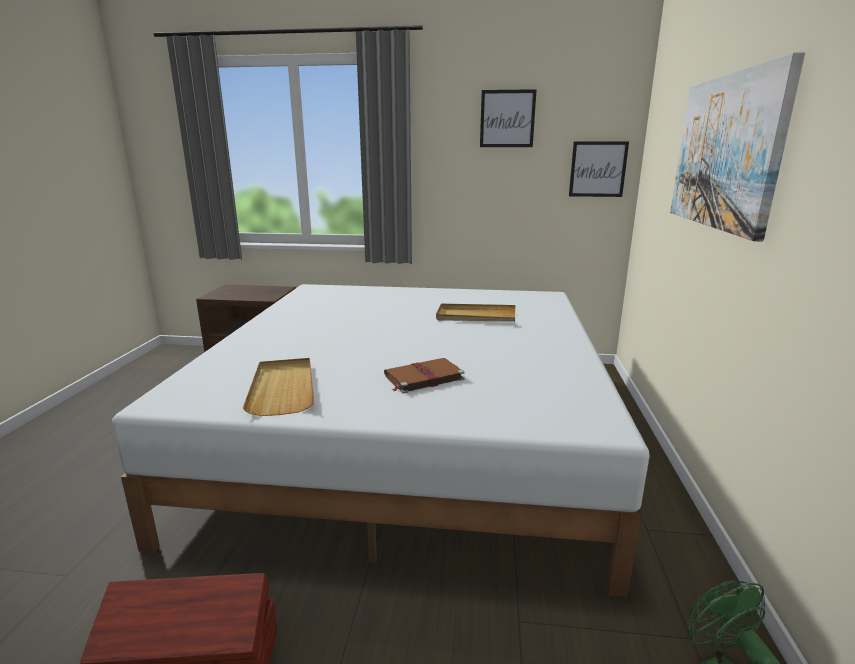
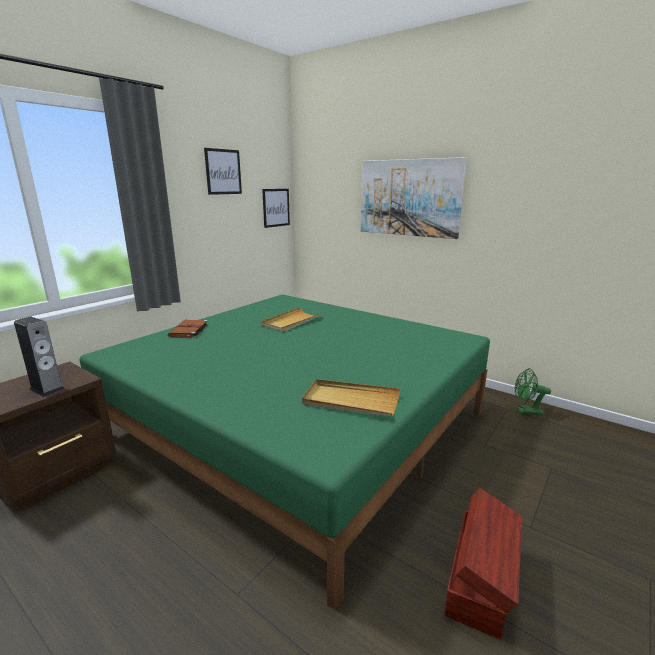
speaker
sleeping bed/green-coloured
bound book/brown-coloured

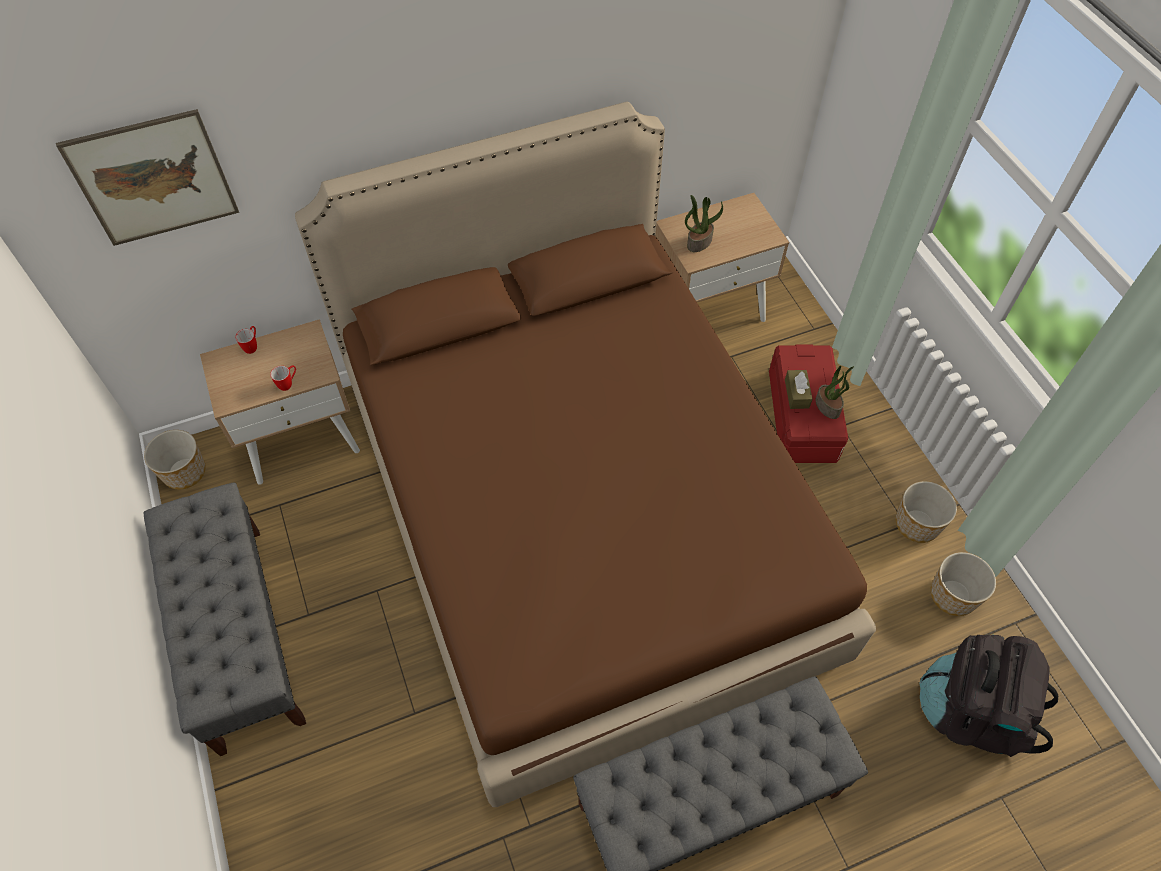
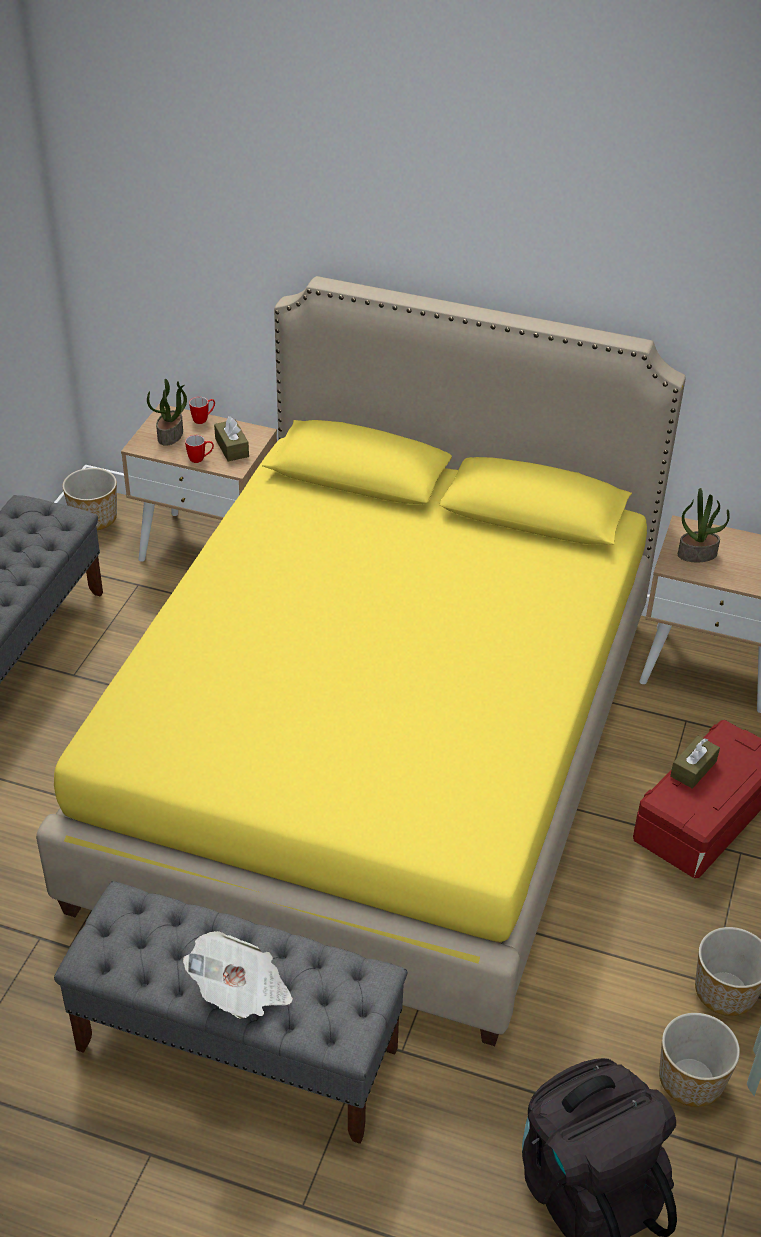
sleeping bed/yellowish
plant in a pot (1st from left)
daily paper
box of tissues/brown-coloured (1st from left)
wall art

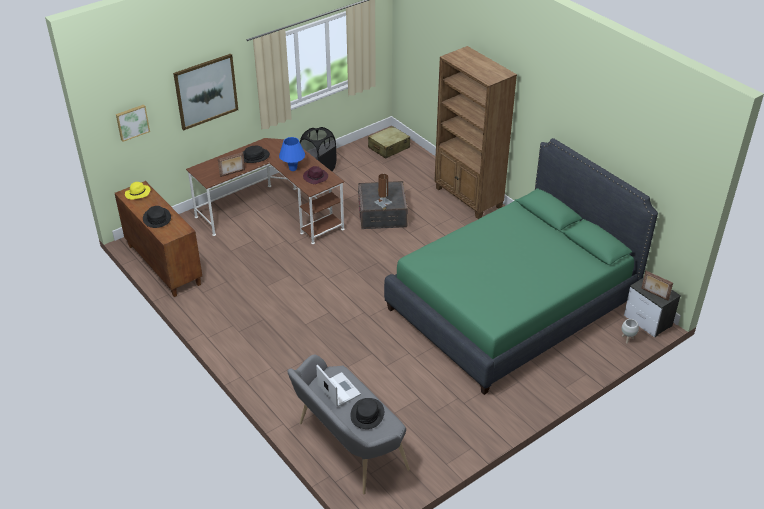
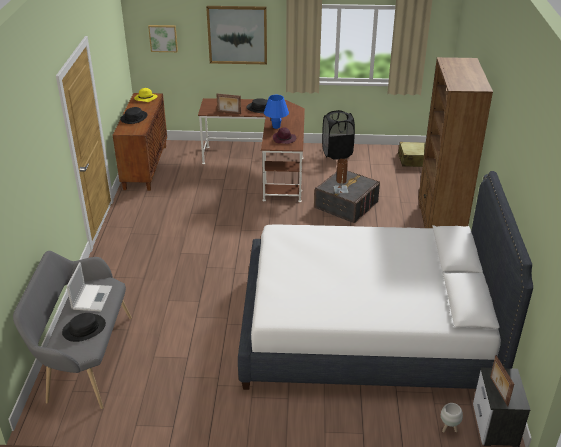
sleeping bed/whitish

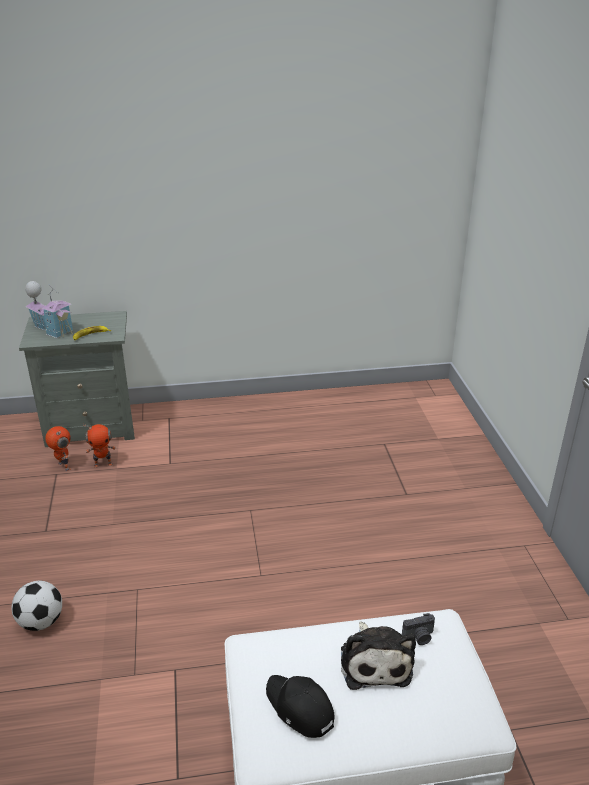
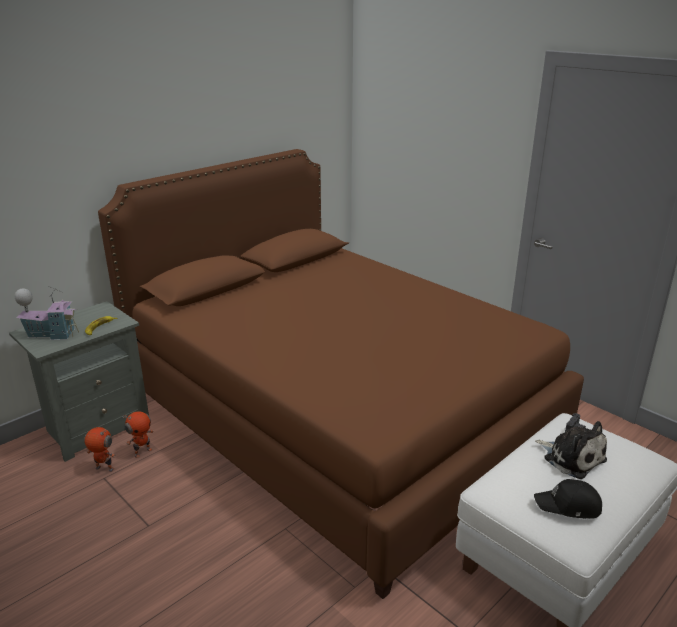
sleeping bed/brown-coloured
football ball

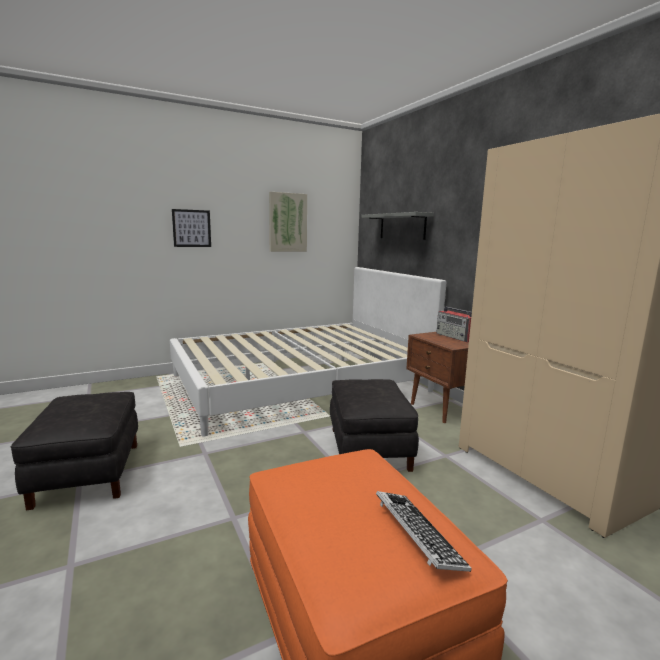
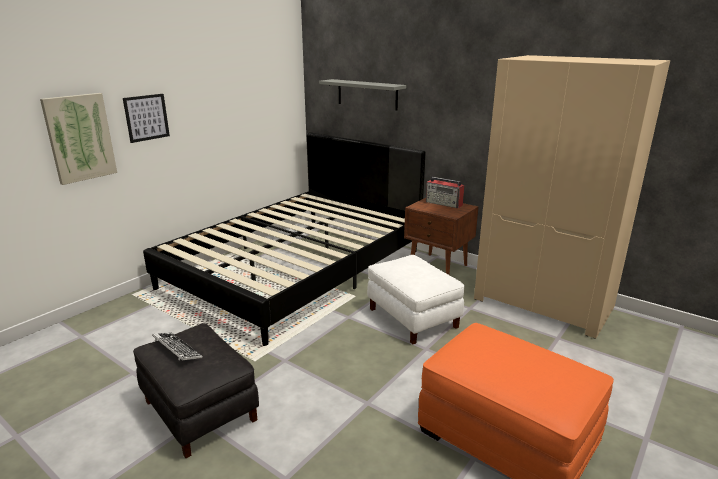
wall art (1st from left)
sleeping bed/black
PC keyboard
ottoman/whitish

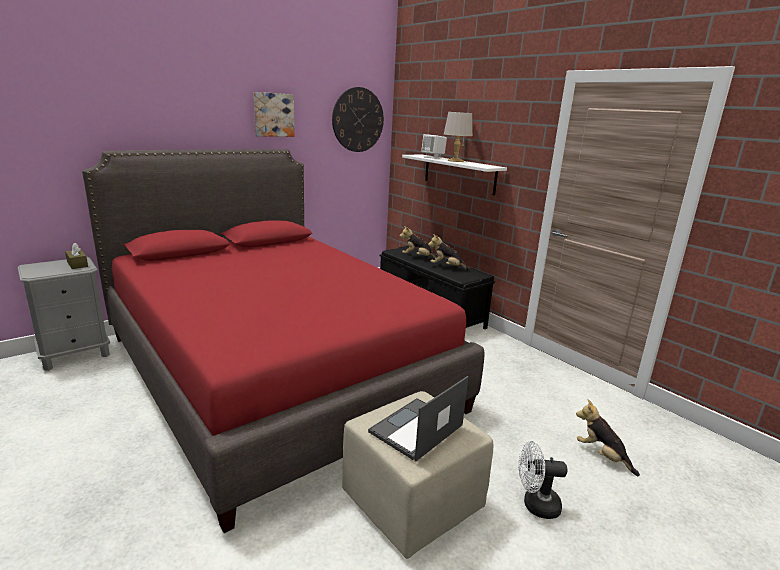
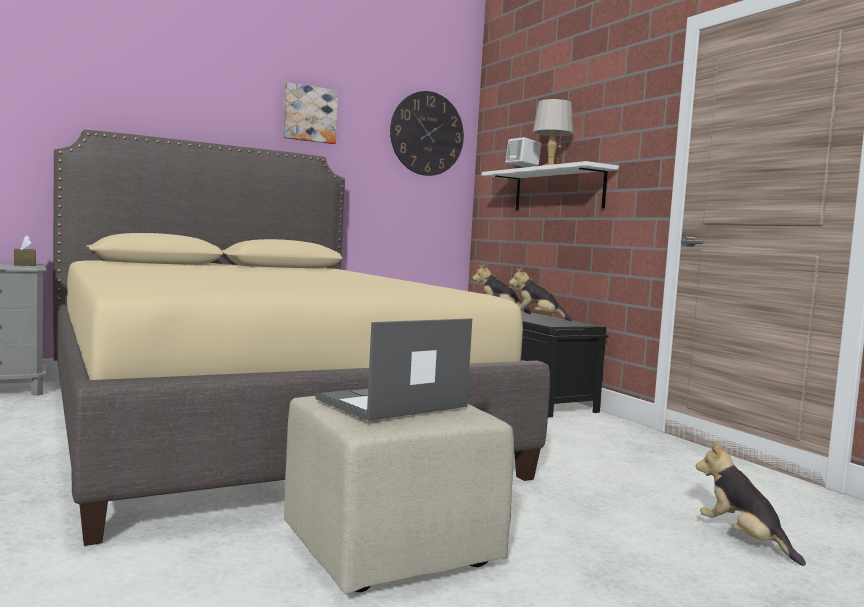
sleeping bed/sand-coloured
electric fan/whitish

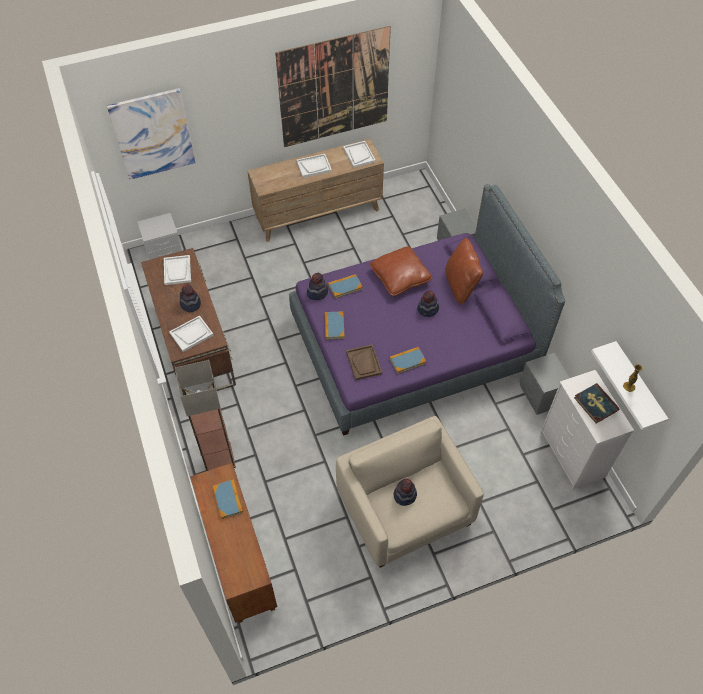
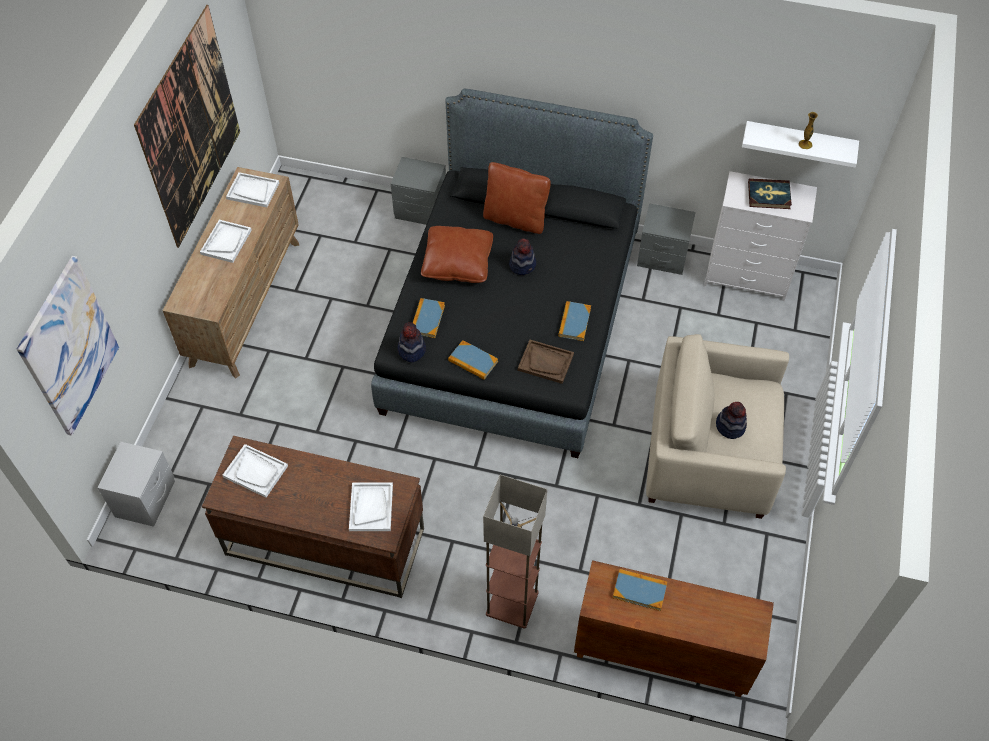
sleeping bed/black
hat (1st from left in the first image)

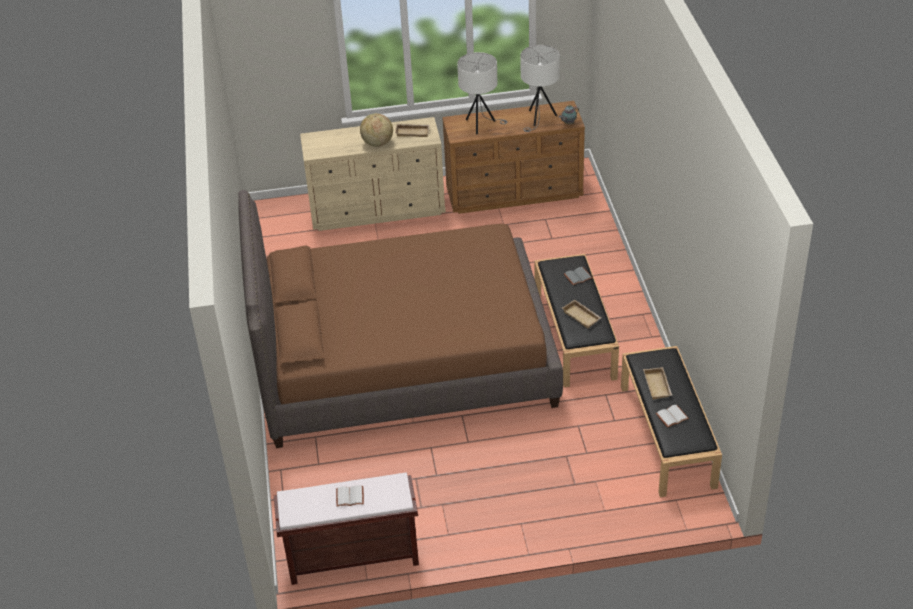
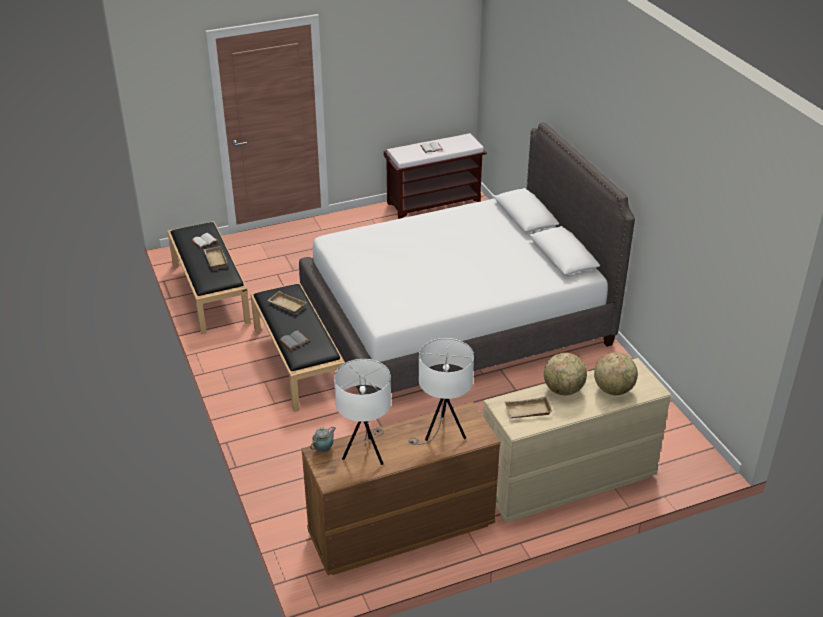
sleeping bed/whitish
world globe (2nd from left)

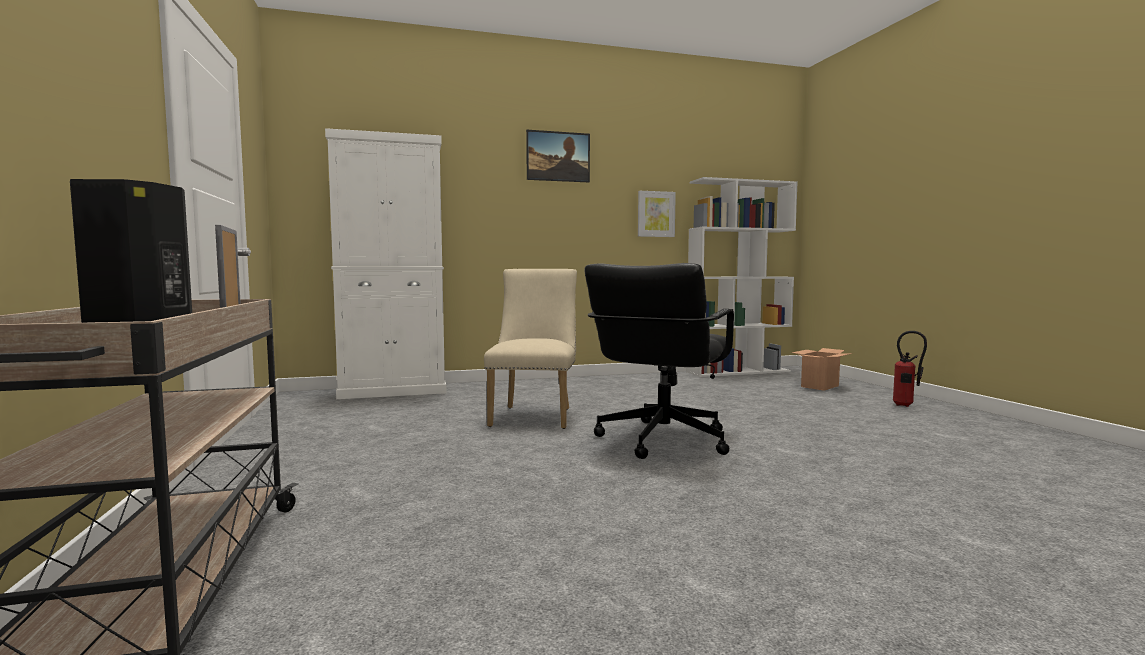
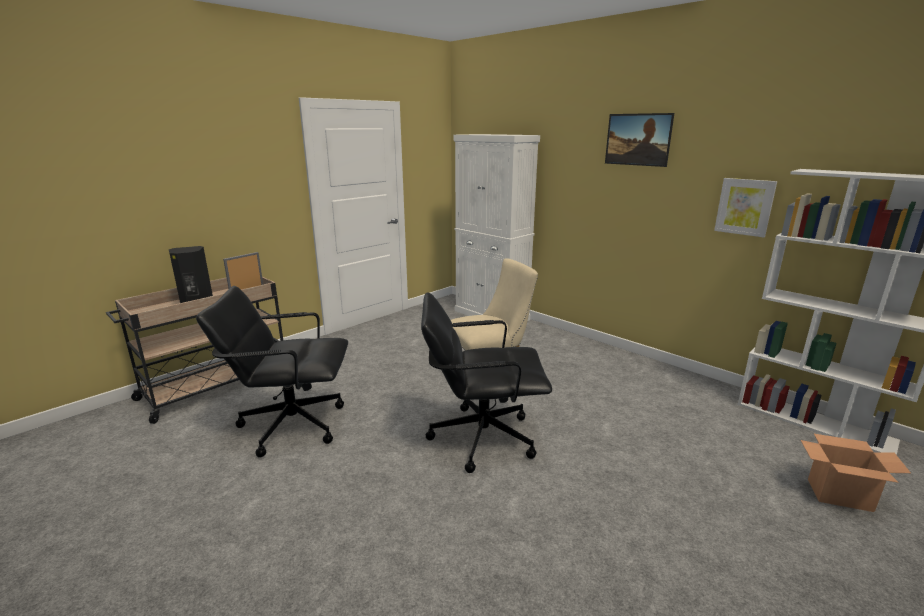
office chair/black (1st from left)
fire-fighting cylinder

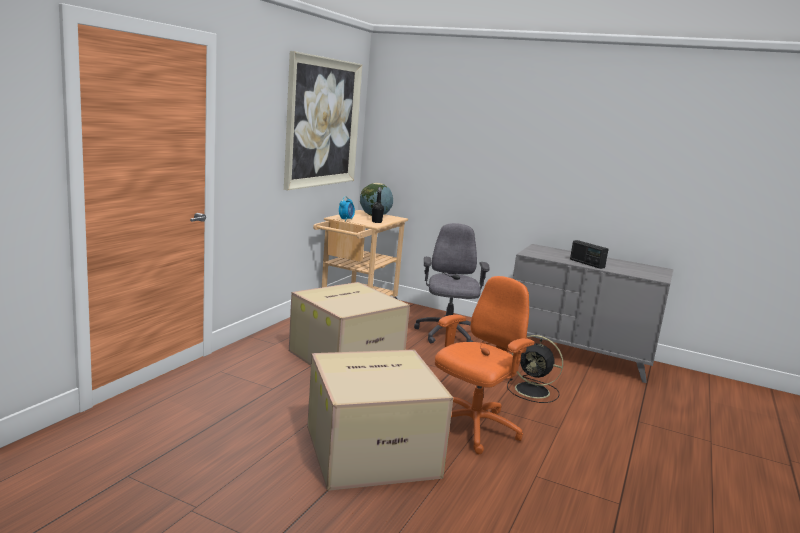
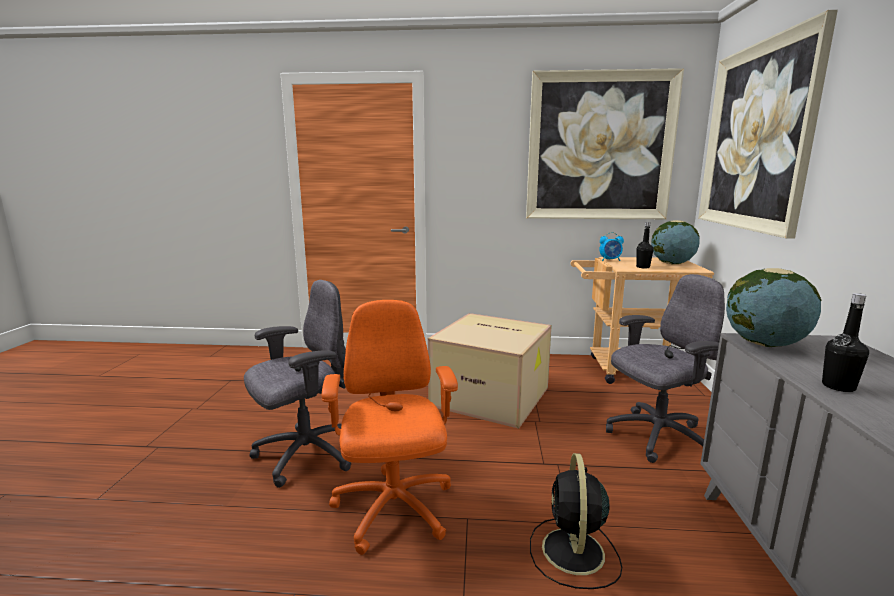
office chair/gray (1st from left)
office chair/orange-coloured
wall art (2nd from left)
world globe (2nd from left)
drink bottle/black (2nd from left)

